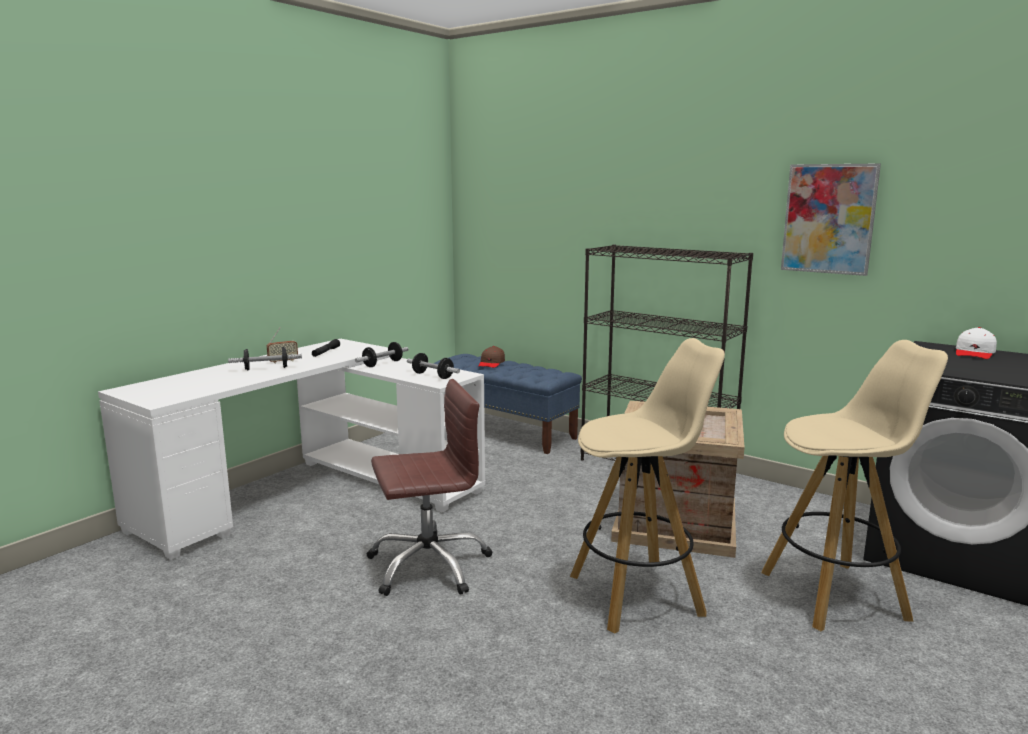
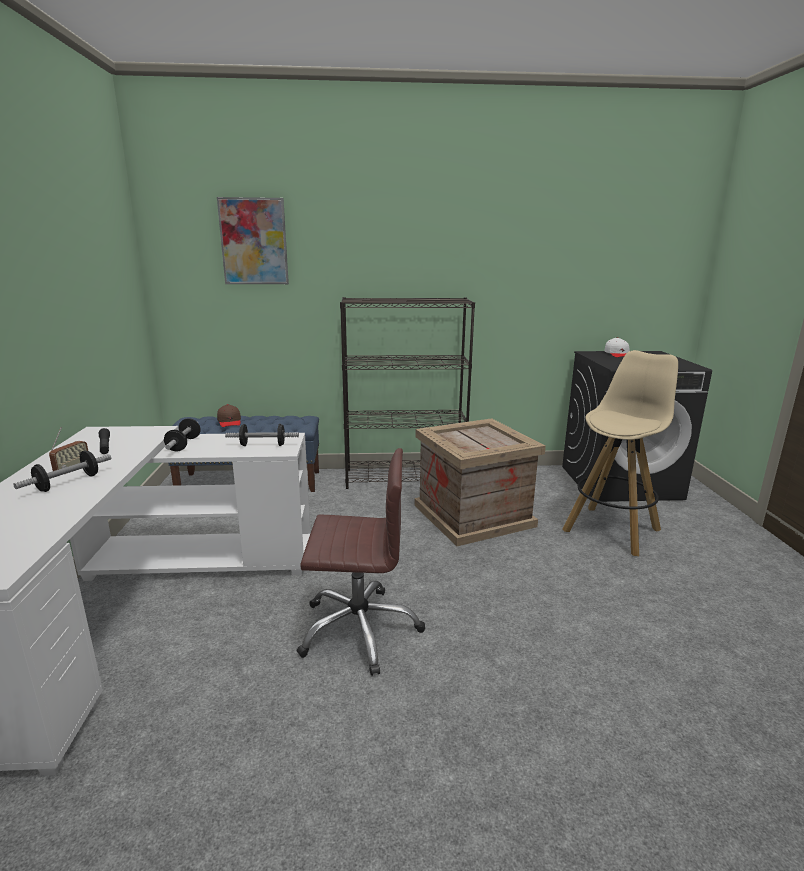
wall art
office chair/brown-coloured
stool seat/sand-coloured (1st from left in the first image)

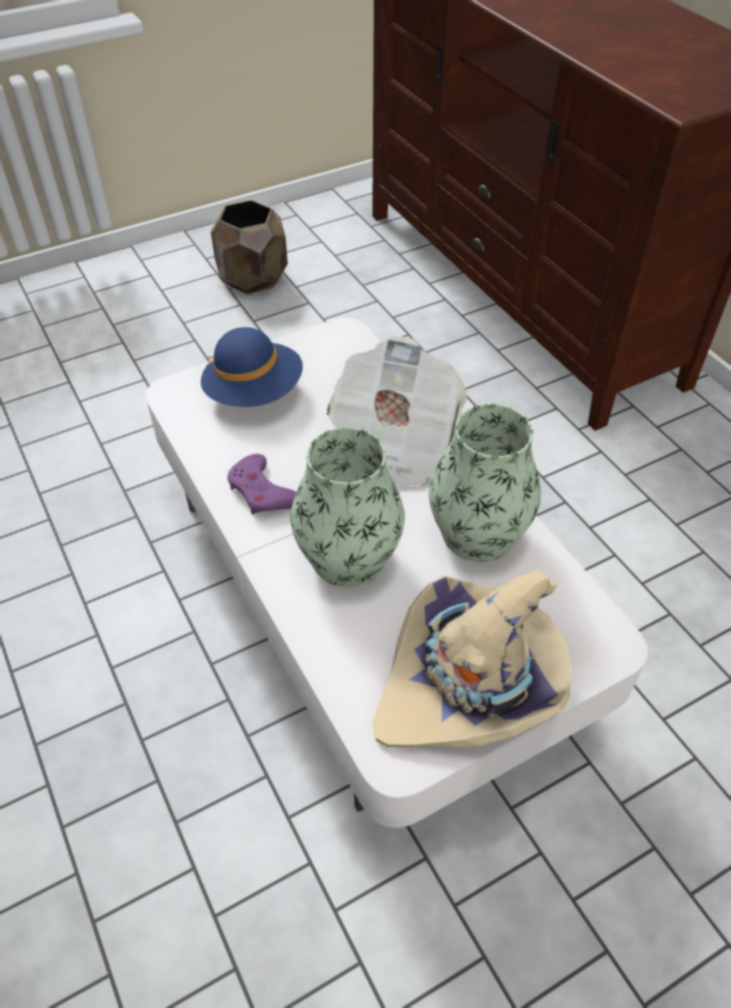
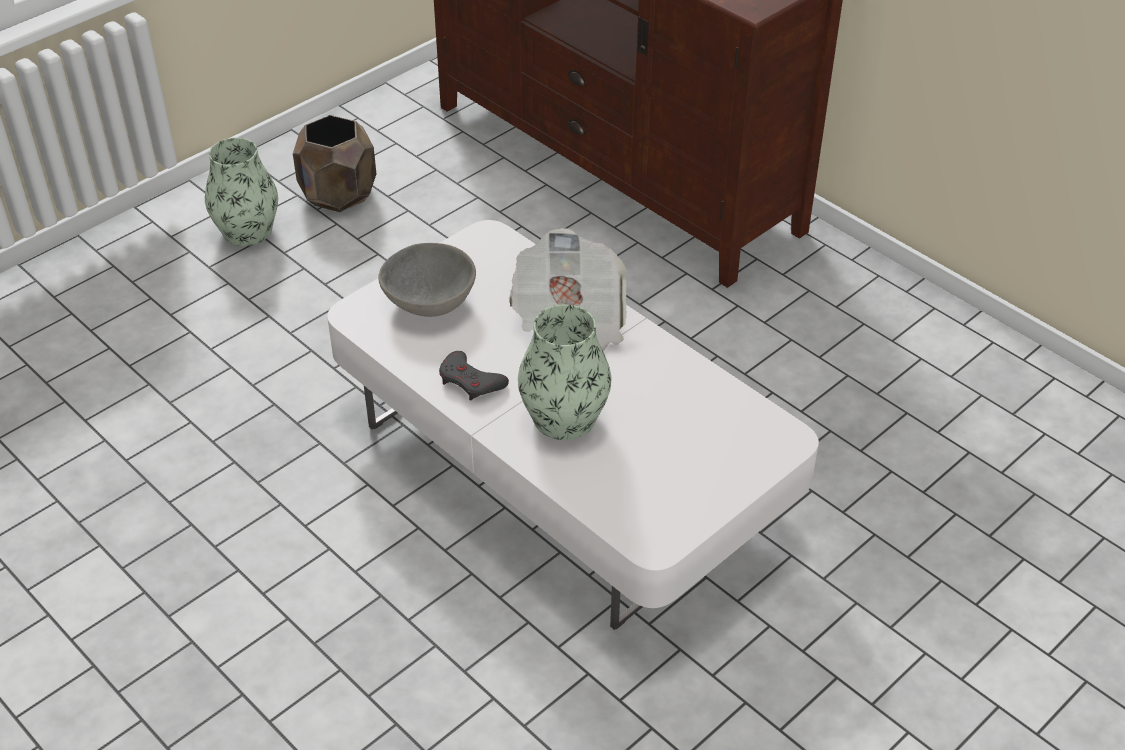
decorative vase (1st from left)
serving bowl/gray
gamepad/gray
hat/sand-coloured

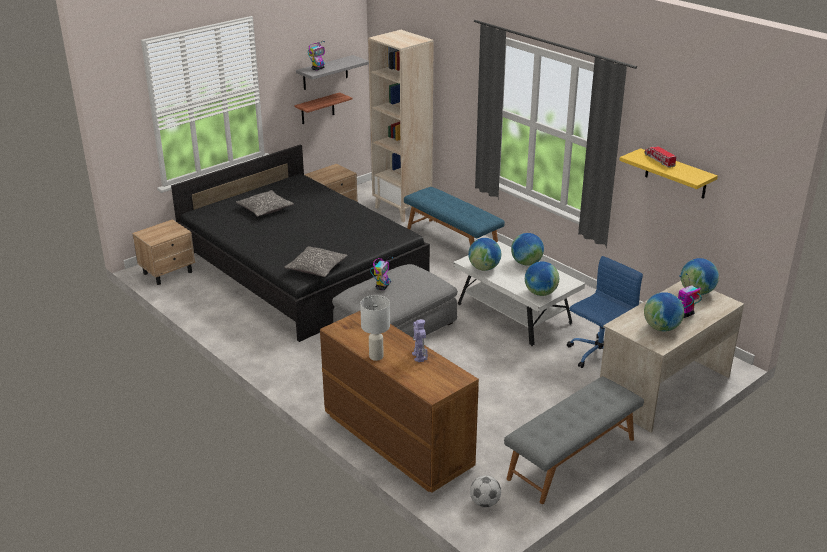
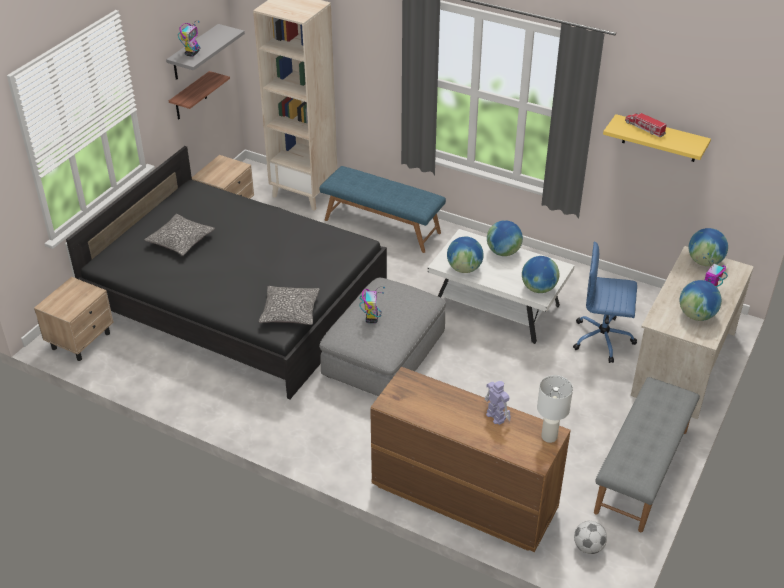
tabletop lamp/whitish
office chair/blue-coloured

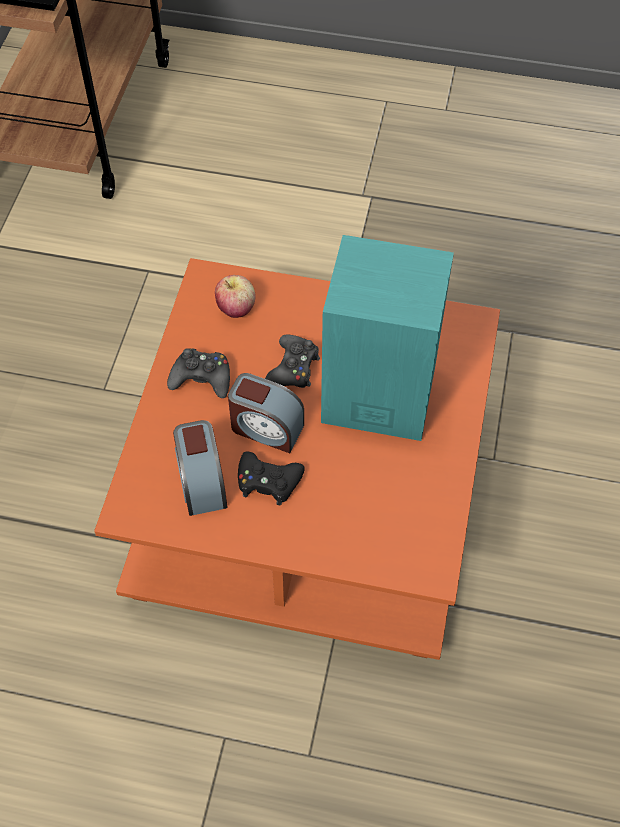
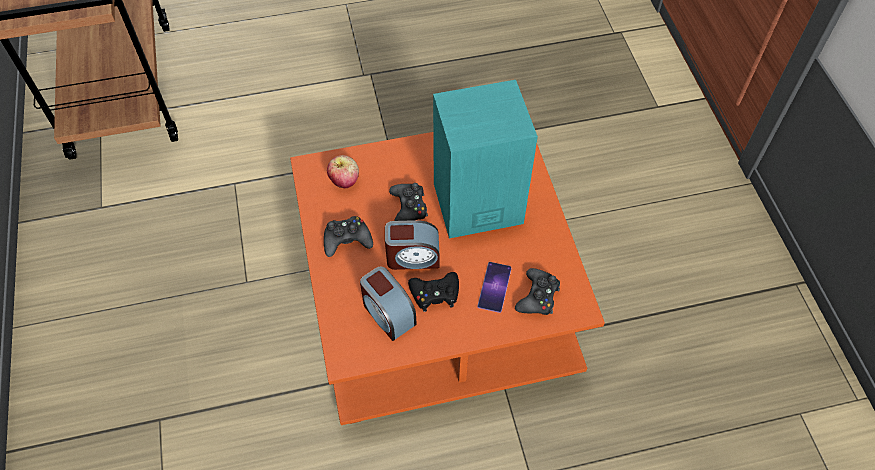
telephone
gamepad/black (4th from left)

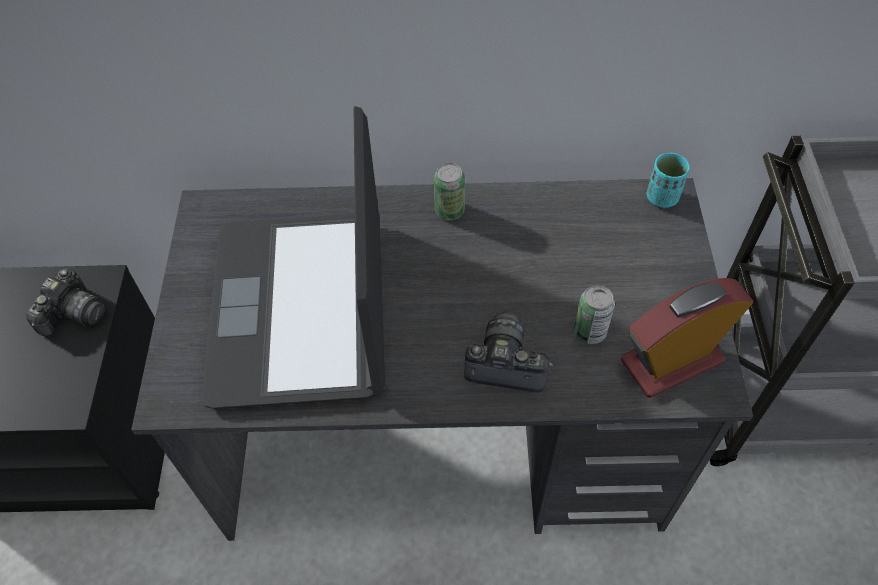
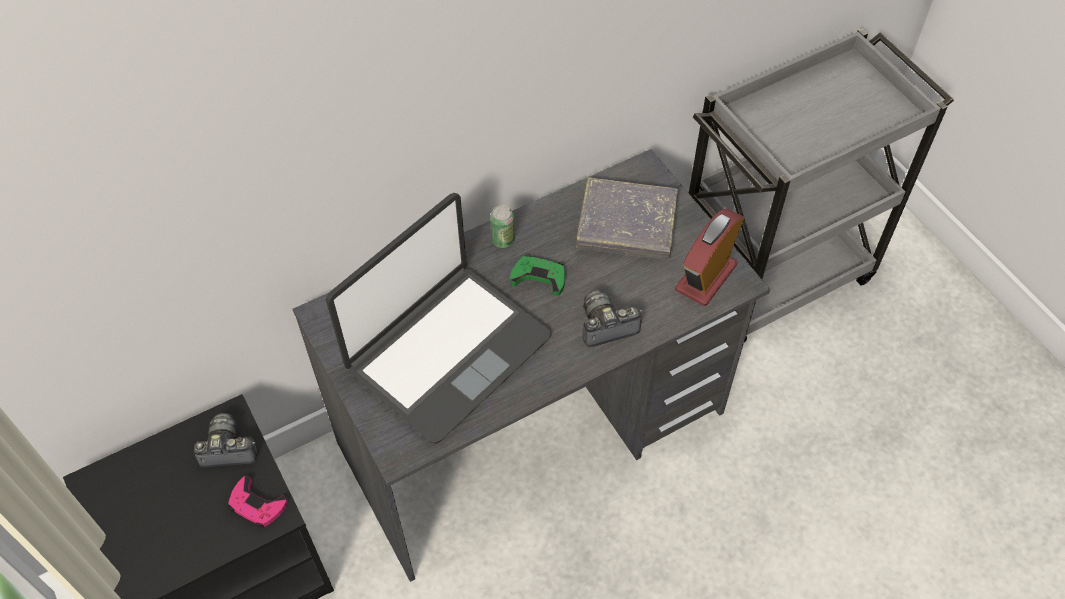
photo camera (1st from left)
gamepad/pink-coloured
laptop
gamepad/green-coloured
bound book/gray
metal can (2nd from left in the first image)
drinking cup/blue-green

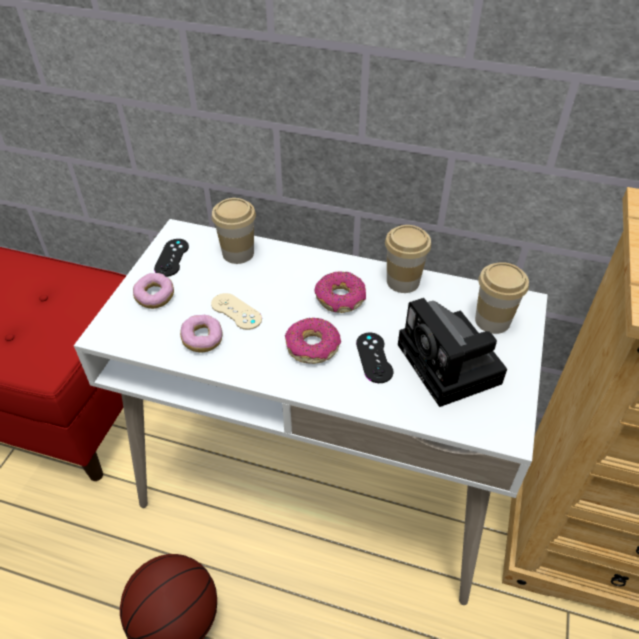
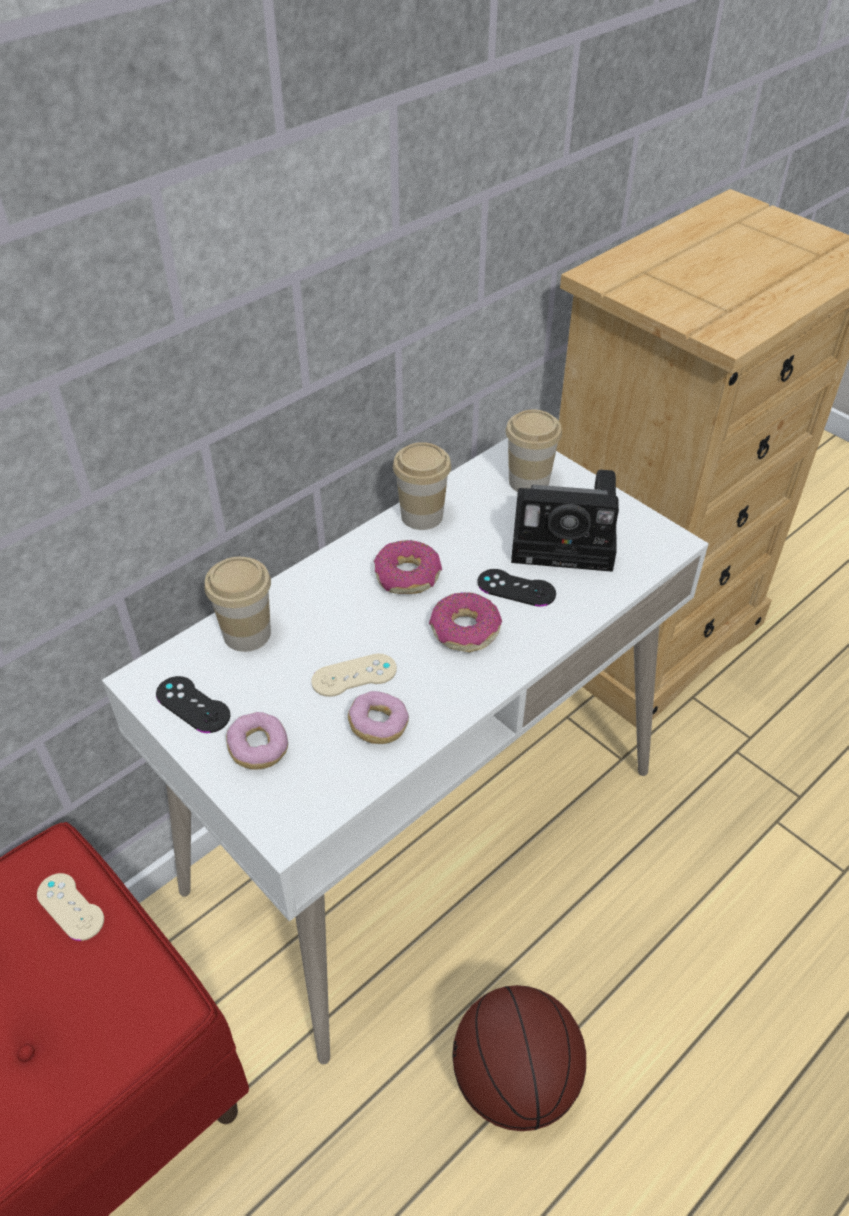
gamepad/sand-coloured (1st from left)

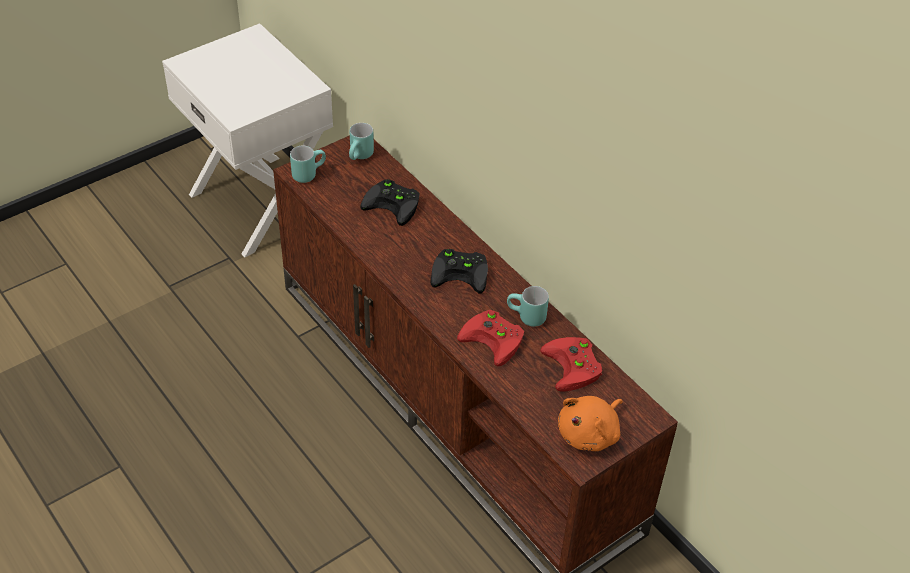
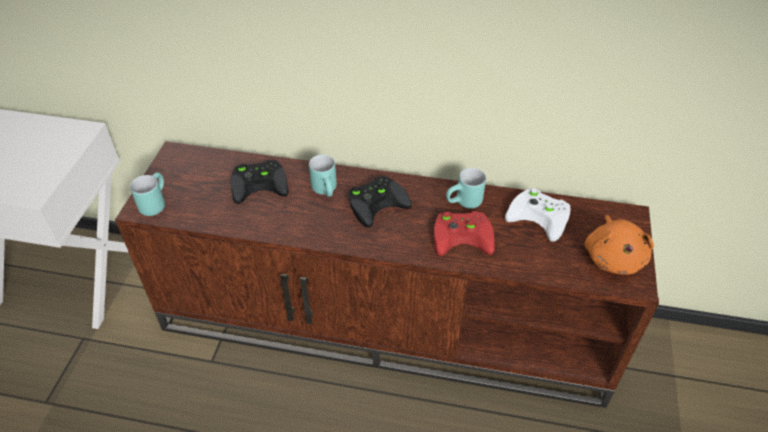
tea mug/blue-green (2nd from left)
gamepad/whitish

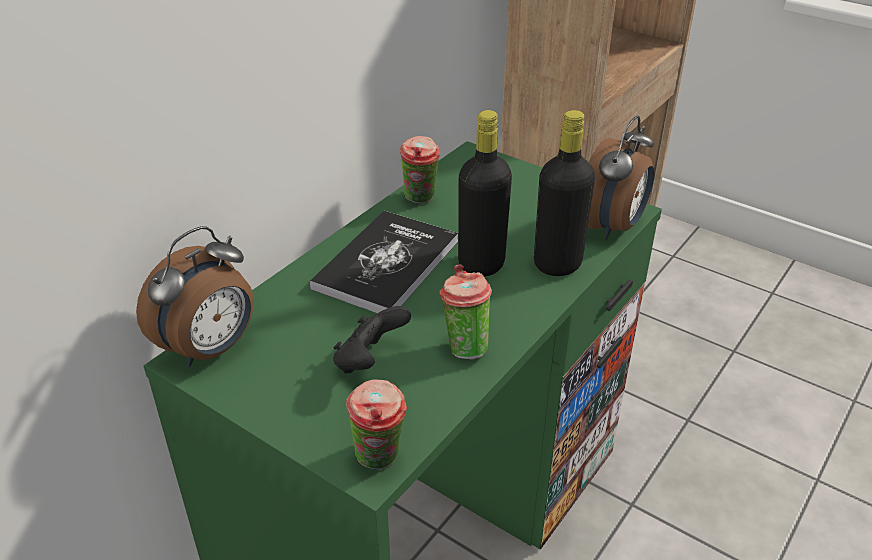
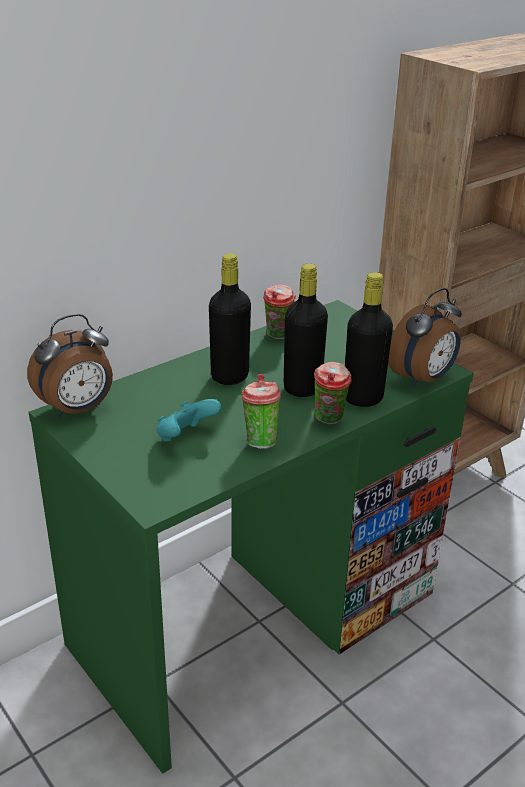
gamepad/blue-green
drink bottle/black (1st from left)
drinking cup (3rd from left)

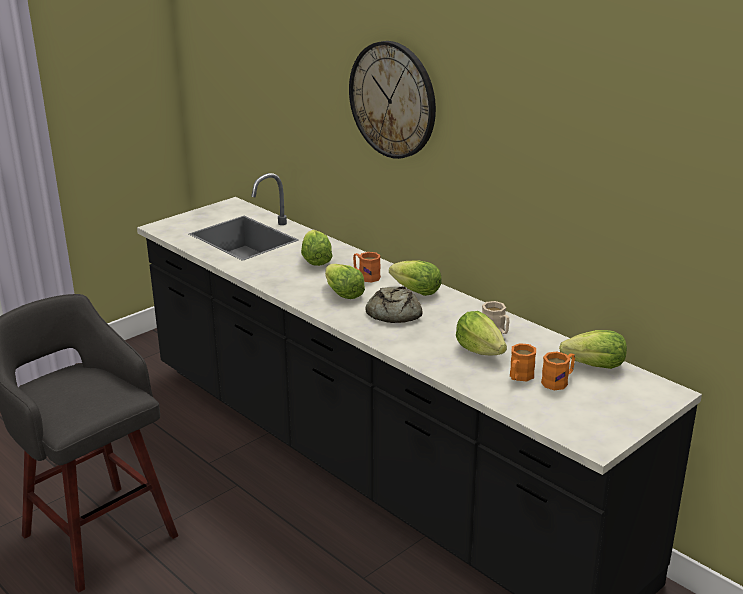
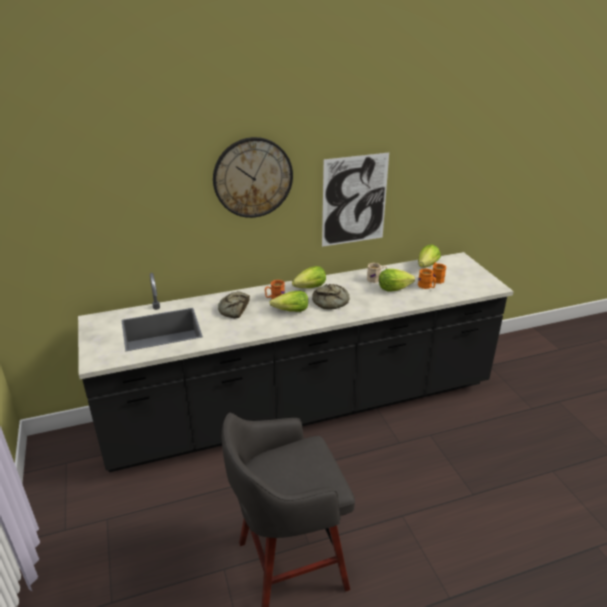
bakery bread (1st from left)
wall art

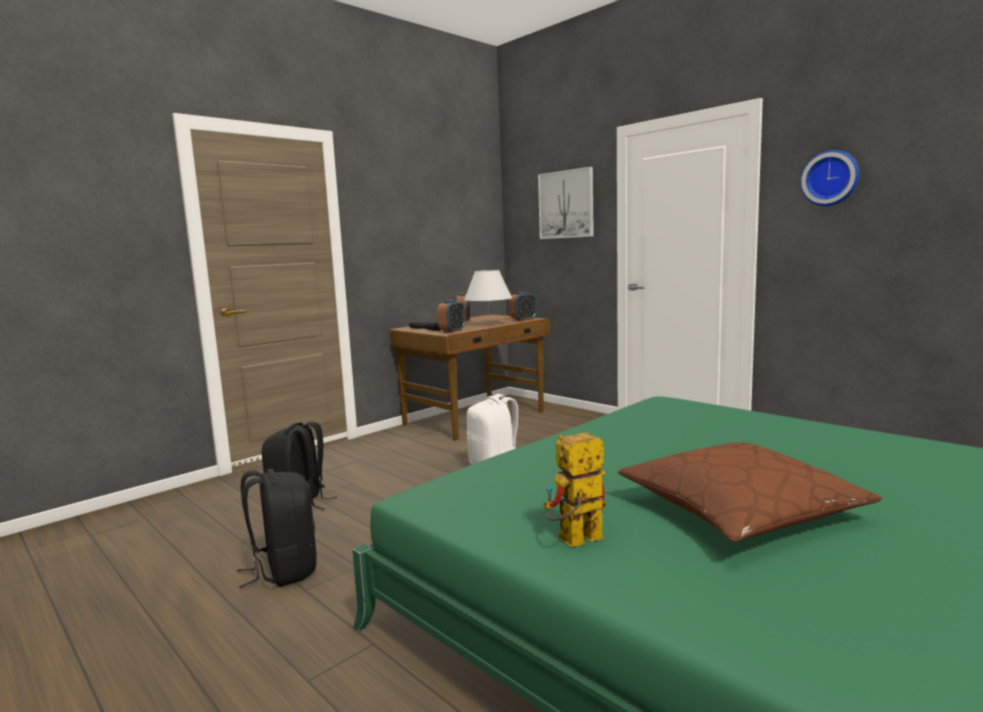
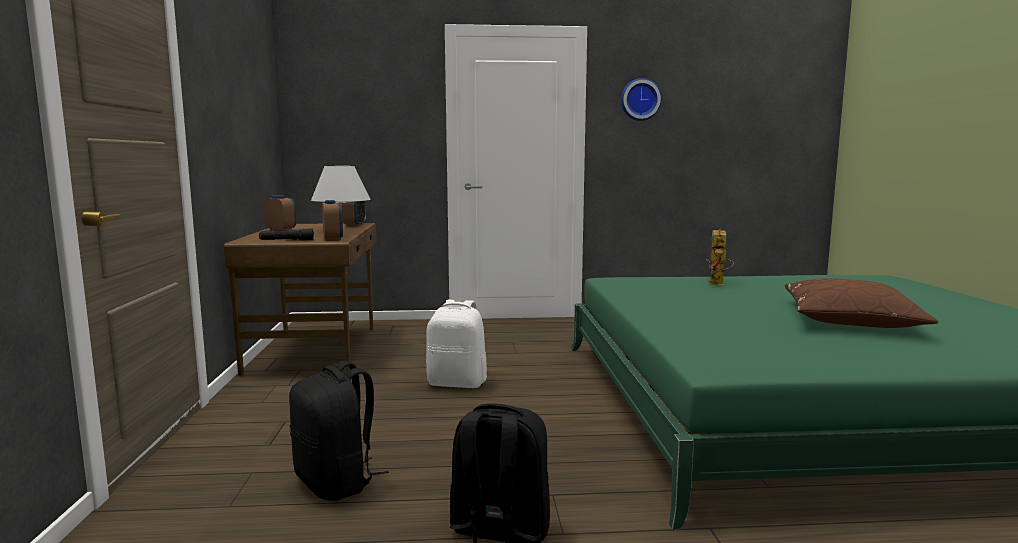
model robot
wall art

